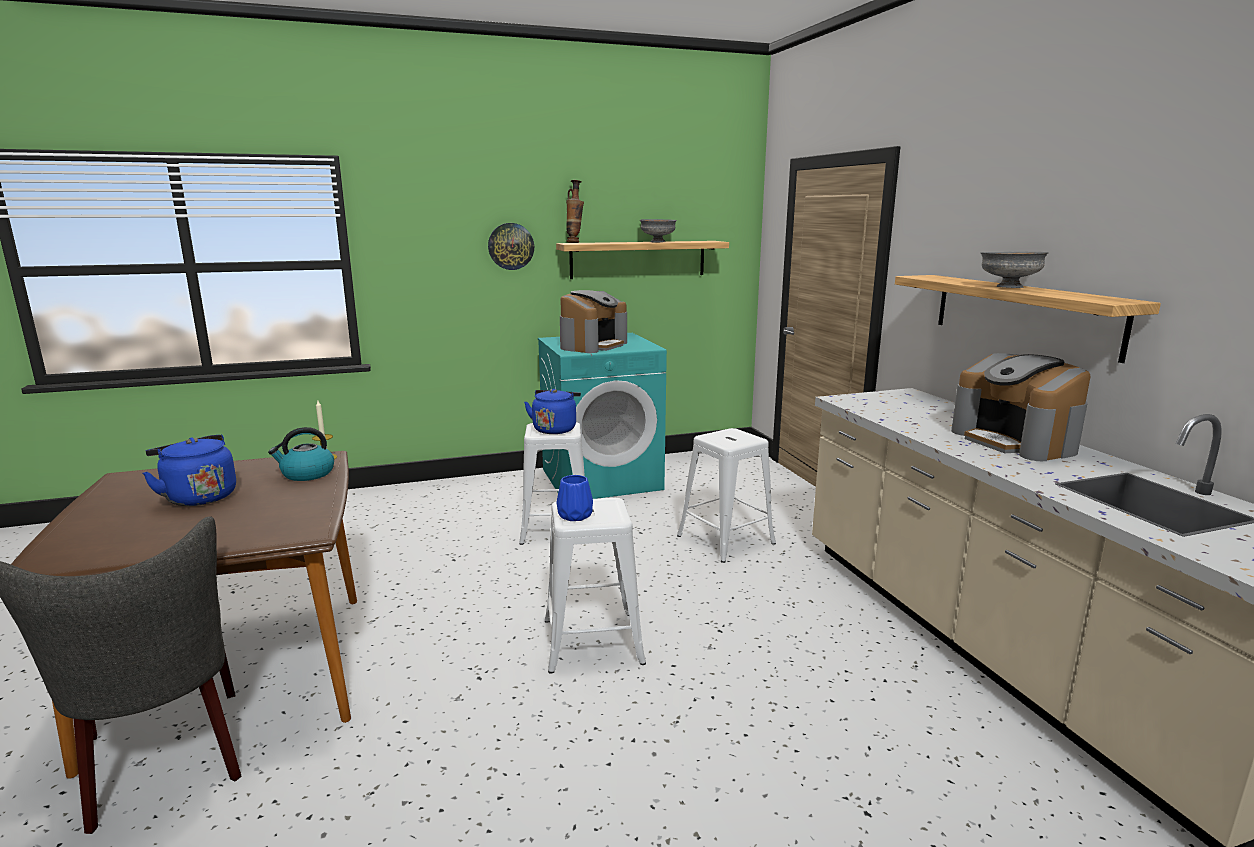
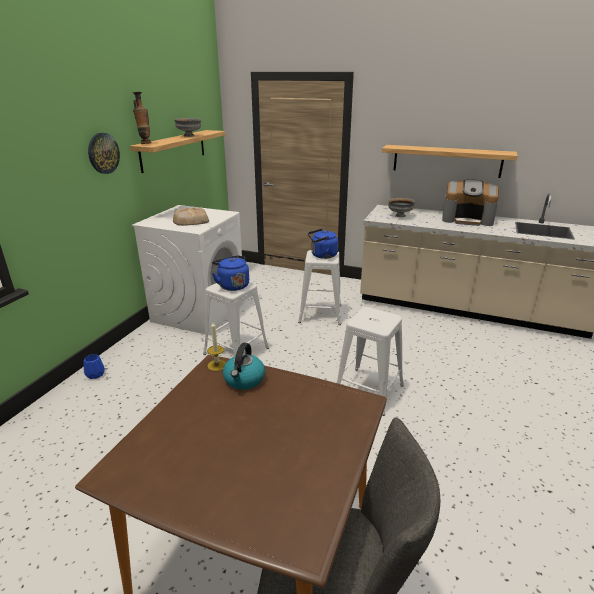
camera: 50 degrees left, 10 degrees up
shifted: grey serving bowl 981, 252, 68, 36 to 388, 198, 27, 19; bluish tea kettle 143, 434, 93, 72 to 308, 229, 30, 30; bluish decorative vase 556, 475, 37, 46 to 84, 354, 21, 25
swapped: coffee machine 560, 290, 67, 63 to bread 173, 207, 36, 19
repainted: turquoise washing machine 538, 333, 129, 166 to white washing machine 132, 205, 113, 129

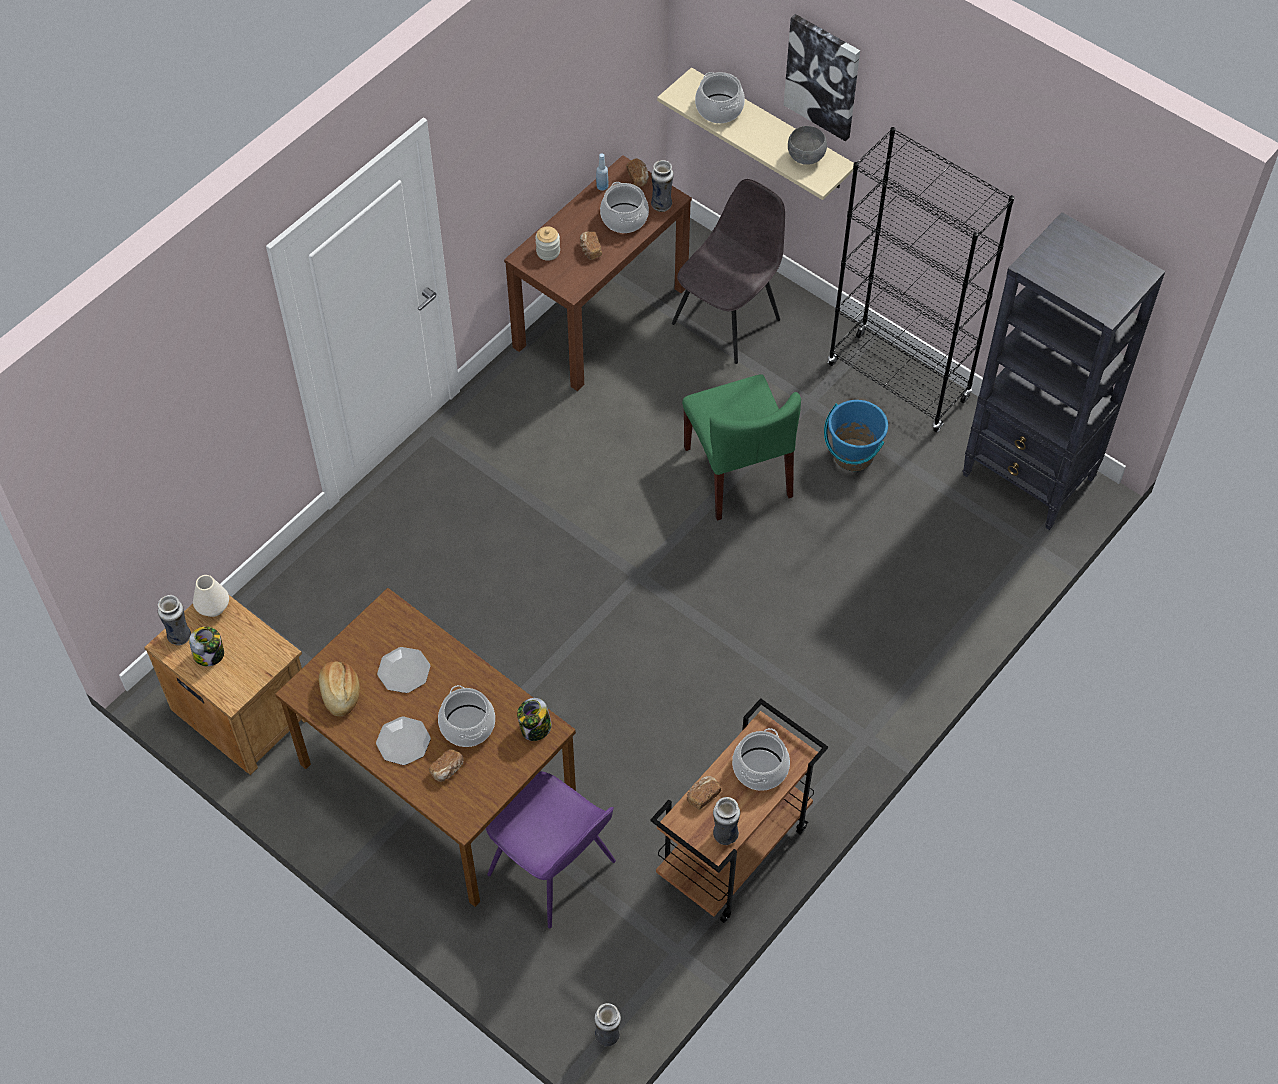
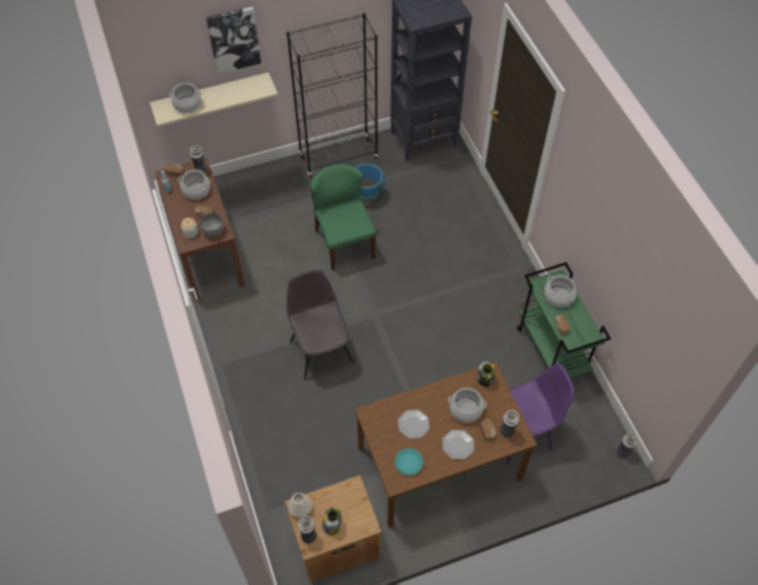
camera: 60 degrees left, 0 degrees up
shifted: grey serving bowl 788, 126, 39, 39 to 200, 213, 24, 24; grey plain chair 672, 179, 113, 185 to 287, 269, 67, 111; decorative vase 713, 797, 27, 48 to 500, 410, 19, 28
swapped: bread 319, 661, 41, 55 to turquoise flat dish 395, 448, 28, 27
repainted: brown-coloured wheeled cart 650, 698, 178, 225 to greenish wheeled cart 517, 262, 94, 117
rotated: greenish plain chair 682, 374, 119, 147 = 310, 164, 66, 107 120 degrees counterclockwise

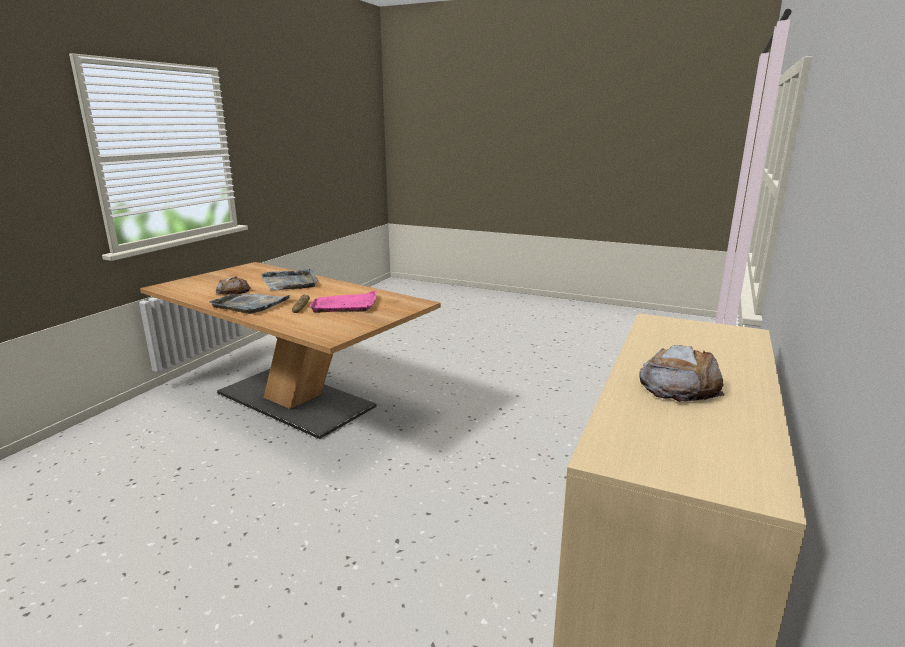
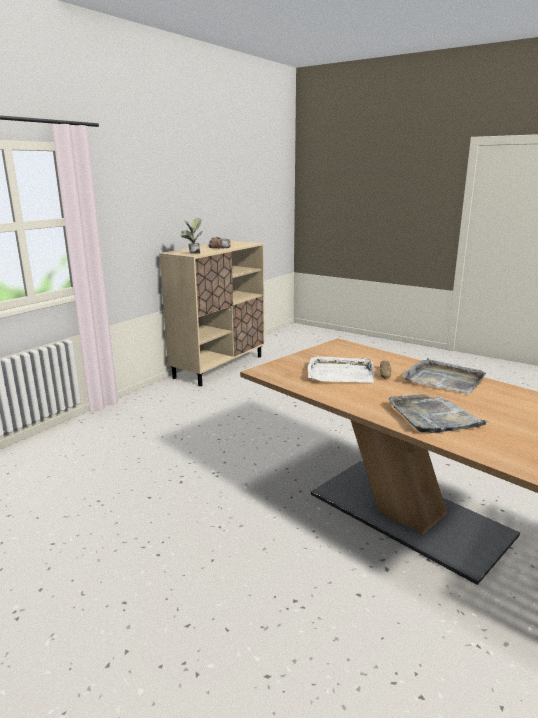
camera: 170 degrees left, 0 degrees up
gone: bread 216, 276, 35, 19
new: houseplant 180, 218, 23, 35
repainted: pink-coloured tray 310, 291, 66, 22 to white tray 308, 355, 66, 28

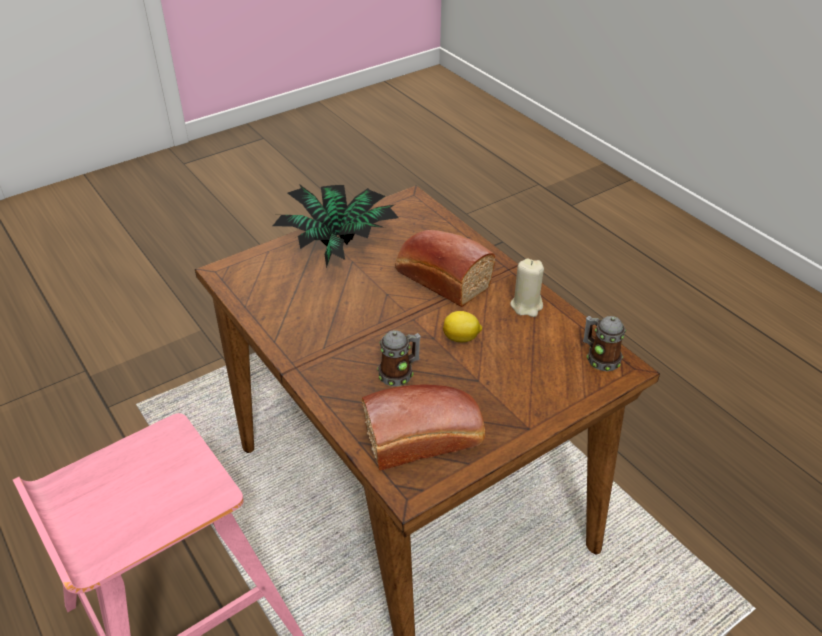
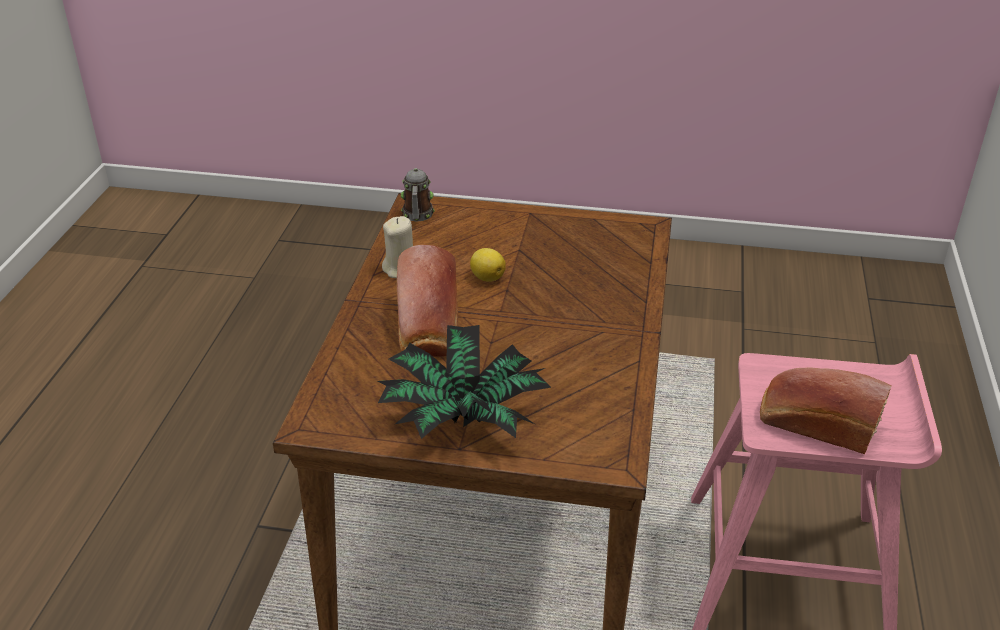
camera: 135 degrees left, 5 degrees down
gone: tea mug 377, 330, 44, 56
shifted: bread 362, 385, 123, 86 to 760, 368, 132, 86

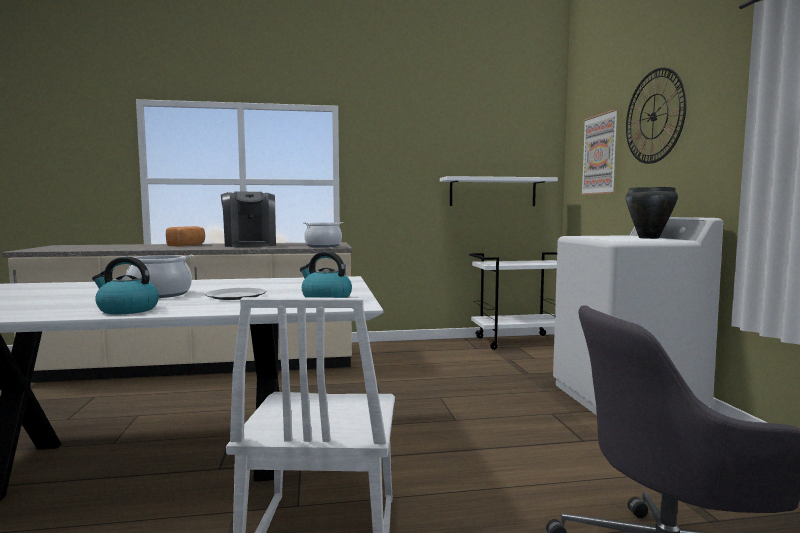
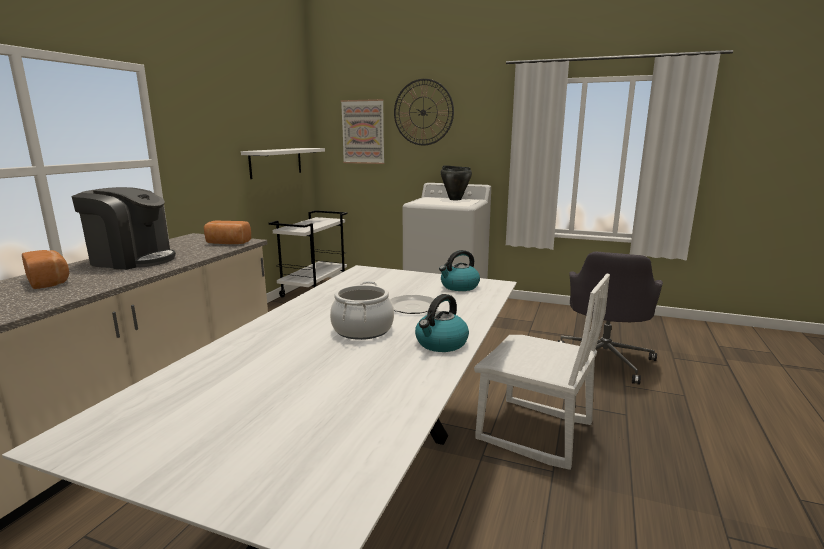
camera: 60 degrees left, 10 degrees up
swapped: cooking pot 303, 222, 40, 25 to bread 204, 220, 47, 24

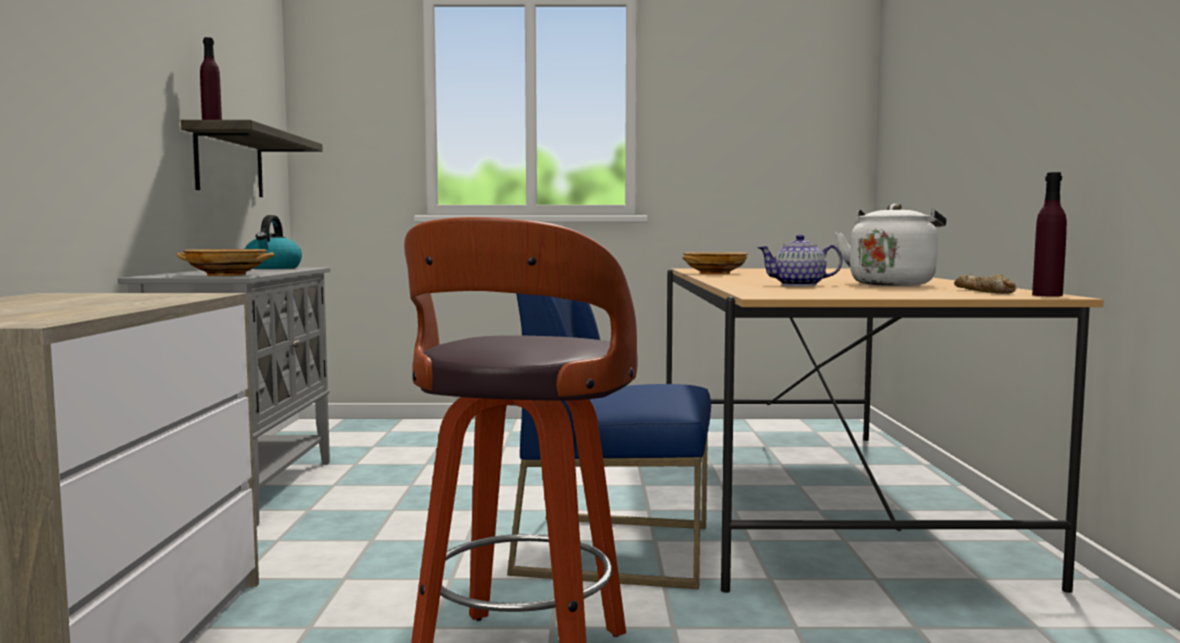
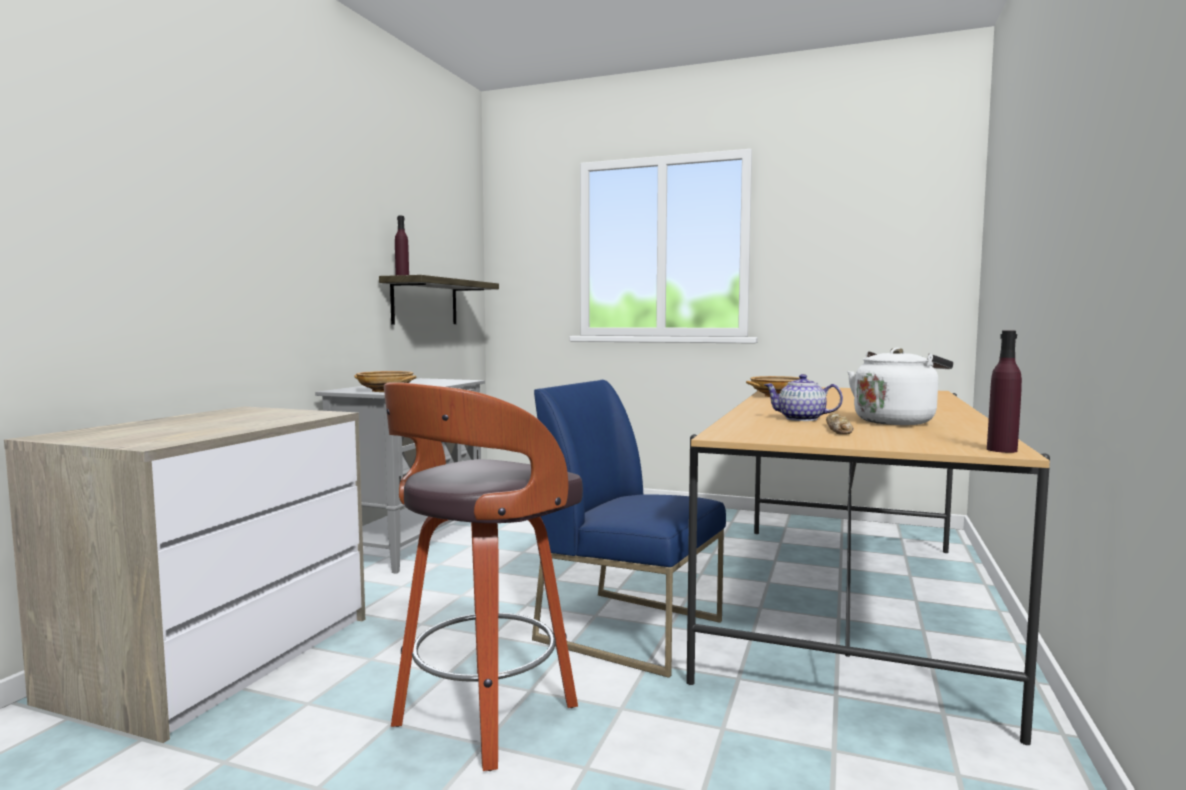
camera: 20 degrees right, 0 degrees up
gone: tea kettle 245, 215, 57, 54
shifted: bread 954, 274, 63, 20 to 826, 413, 28, 22

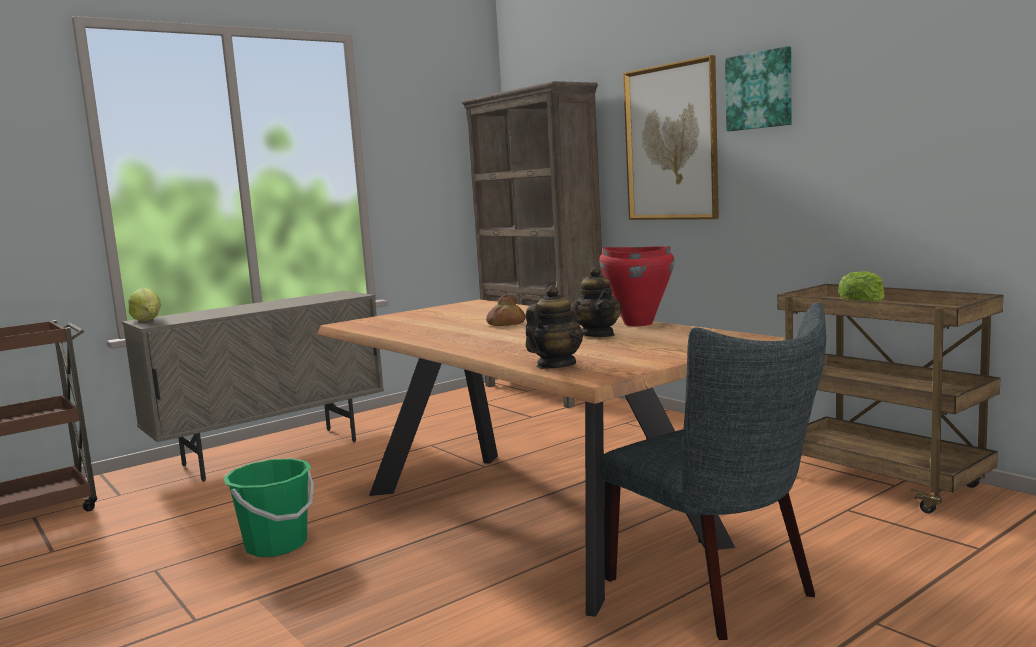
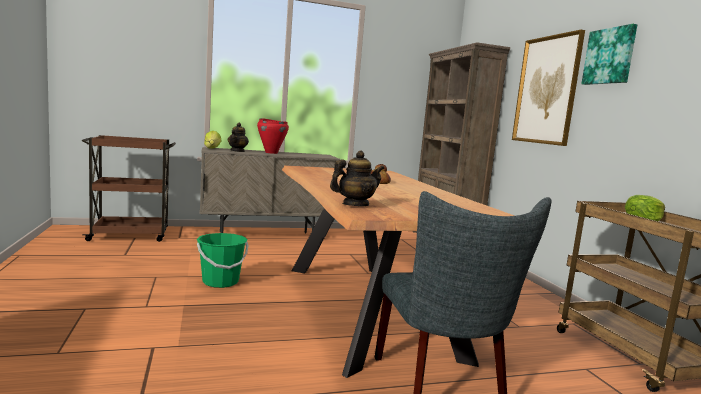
camera: 20 degrees right, 0 degrees up
shifted: red-coloured cooking pot 599, 246, 75, 80 to 257, 118, 32, 36; pot for tea 577, 267, 45, 70 to 228, 123, 21, 29

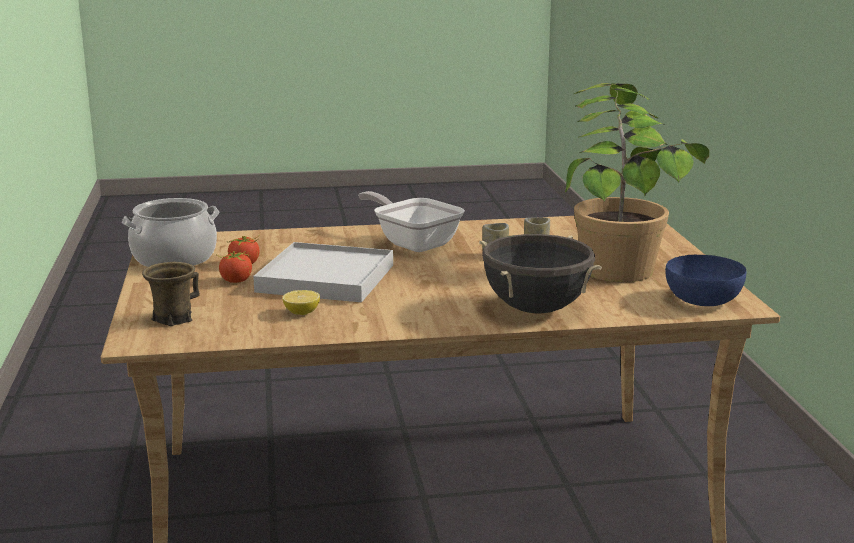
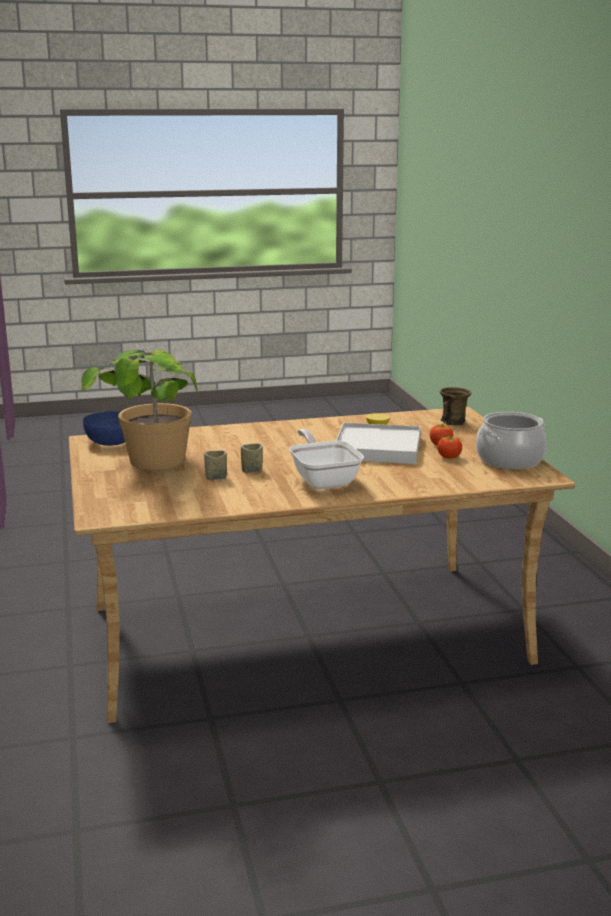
camera: 175 degrees right, 0 degrees up
gone: black-coloured cooking pot 479, 234, 123, 79
rotated: frying pan 358, 191, 107, 61 = 289, 429, 75, 61 150 degrees counterclockwise

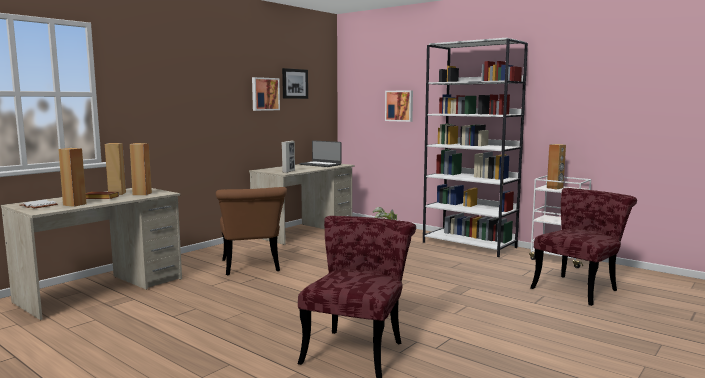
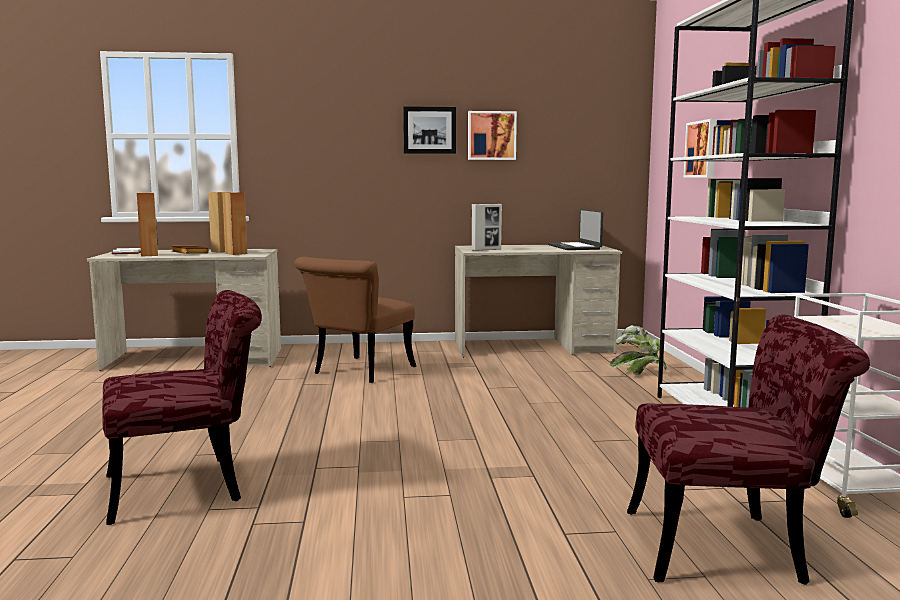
camera: 45 degrees right, 0 degrees up
gone: brown-coloured speaker 547, 144, 19, 45
shifted: wall picture 282, 68, 26, 31 to 403, 106, 53, 48

